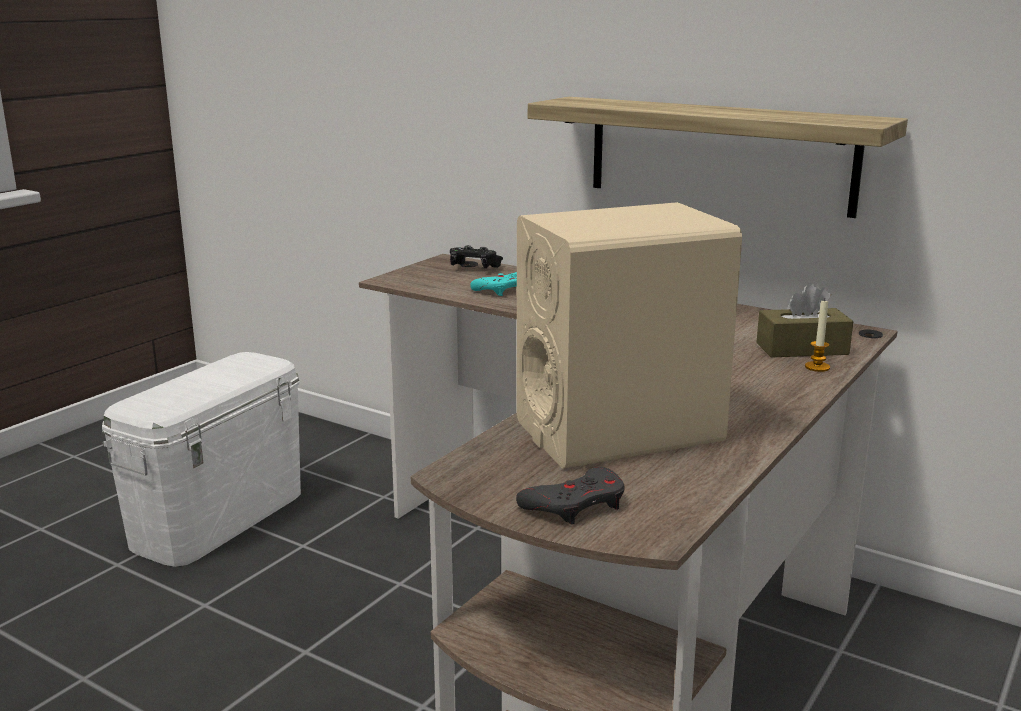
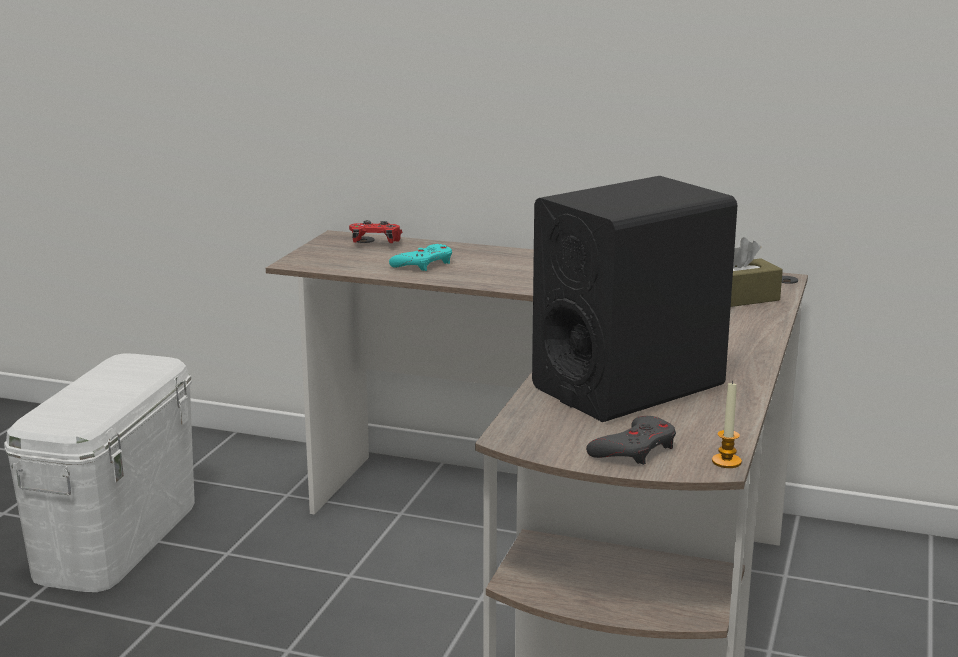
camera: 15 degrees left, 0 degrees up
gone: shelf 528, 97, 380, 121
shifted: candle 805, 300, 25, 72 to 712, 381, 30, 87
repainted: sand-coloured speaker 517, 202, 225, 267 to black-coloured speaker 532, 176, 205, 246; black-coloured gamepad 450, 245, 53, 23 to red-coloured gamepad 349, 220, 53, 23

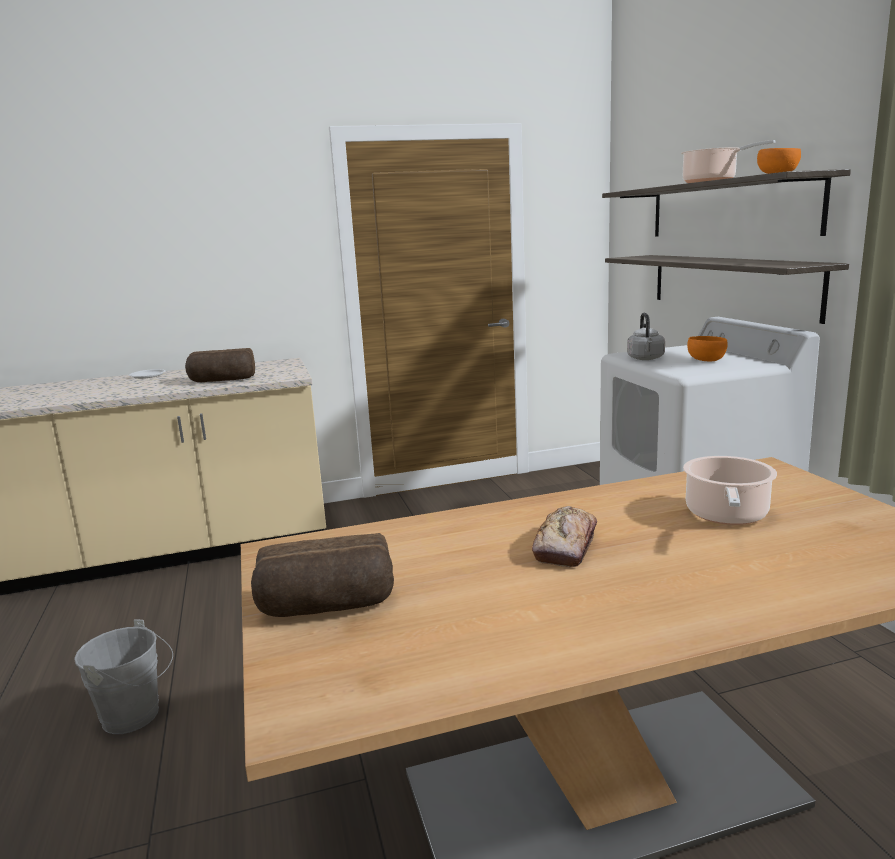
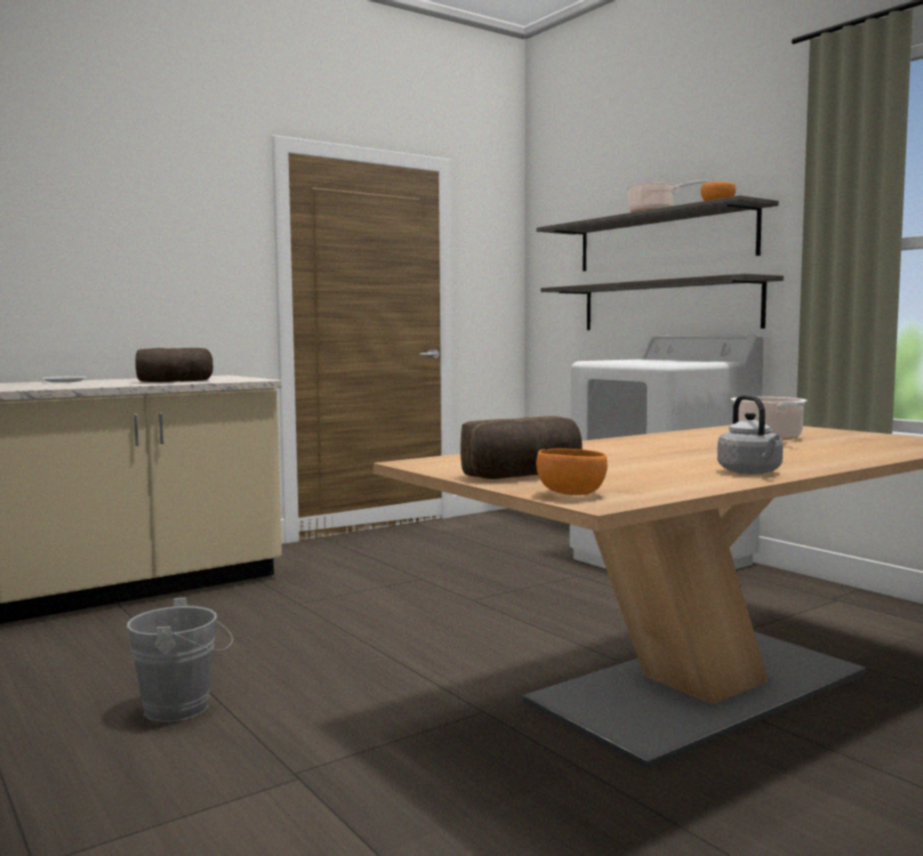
camera: 20 degrees left, 10 degrees down
gone: bread 532, 506, 65, 61
shifted: grey tea kettle 627, 313, 38, 47 to 717, 395, 66, 79; orange serving bowl 687, 336, 41, 26 to 536, 448, 72, 47

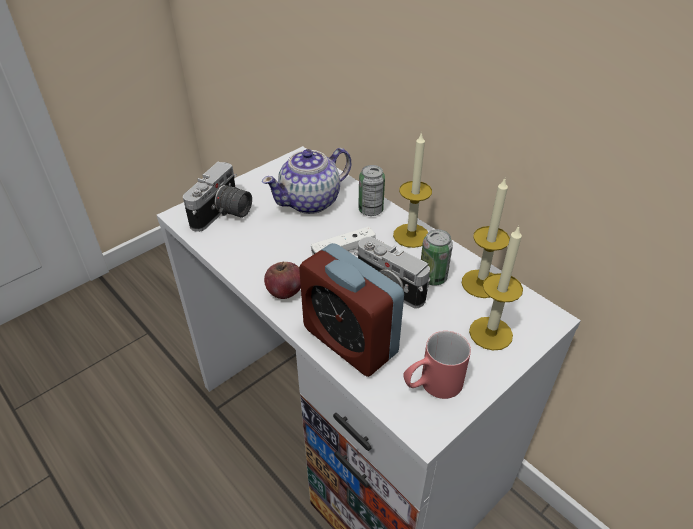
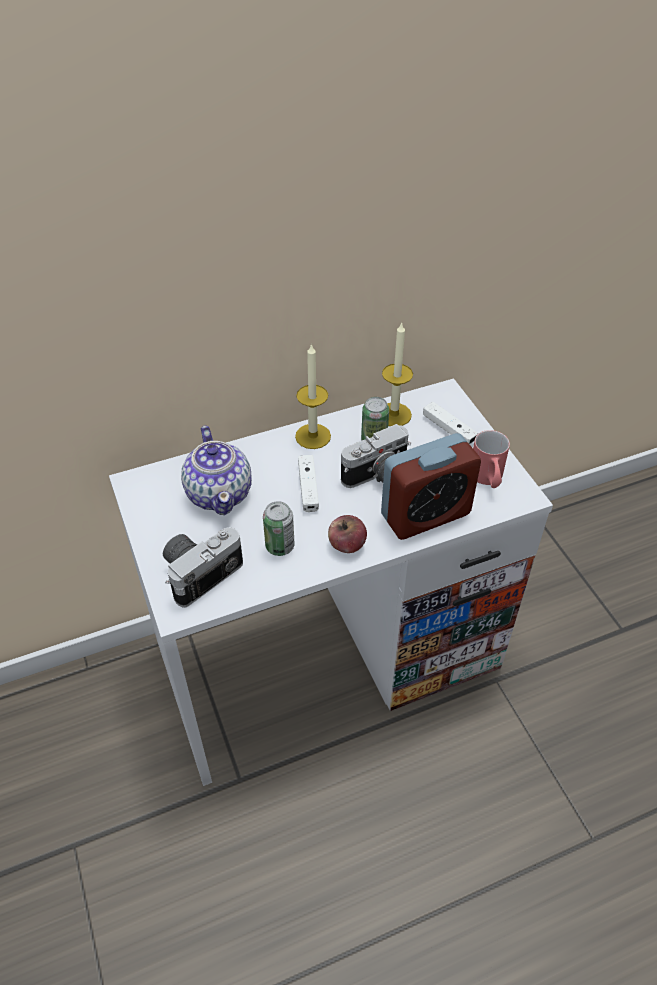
camera: 70 degrees left, 5 degrees up
shifted: sealed can 358, 165, 27, 51 to 263, 501, 32, 55
swapped: candle 469, 225, 54, 126 to white gamepad 423, 402, 55, 42
rotated: photo camera 183, 162, 69, 70 = 163, 527, 80, 81 90 degrees counterclockwise

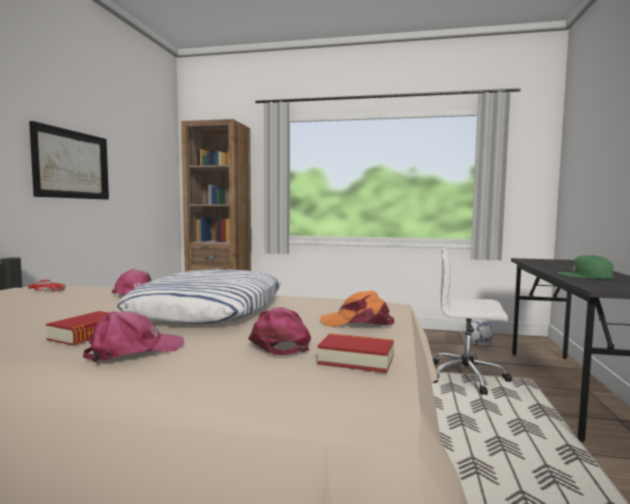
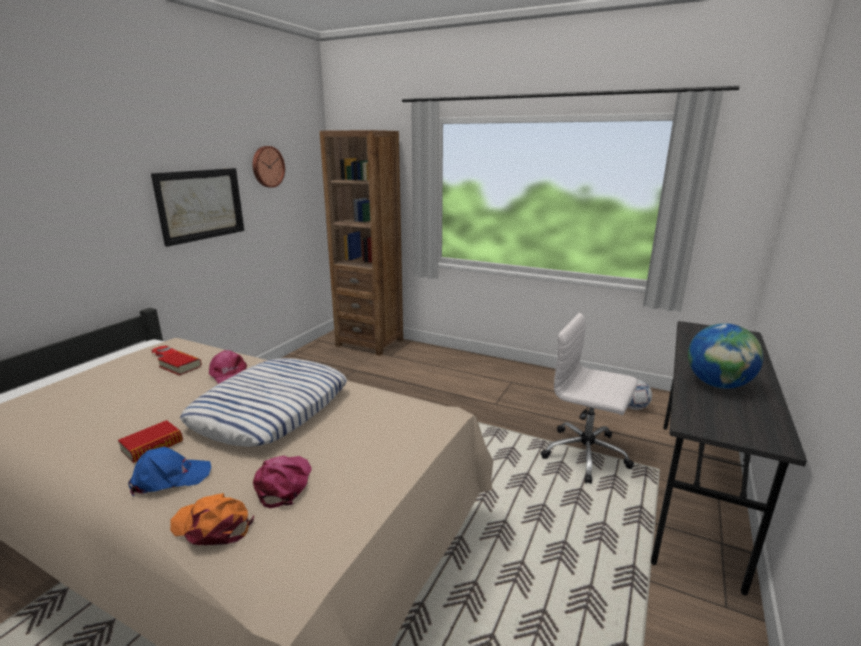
camera: 15 degrees right, 15 degrees up
new: wall clock 253, 146, 32, 42
shifted: orange baseball cap 320, 290, 74, 37 to 170, 493, 84, 52; book 317, 333, 77, 40 to 158, 351, 44, 25
swapped: greenish baseball cap 558, 255, 56, 24 to desk globe 688, 323, 75, 65
repainted: pink-coloured baseball cap 83, 311, 101, 52 to bluish baseball cap 128, 447, 83, 49

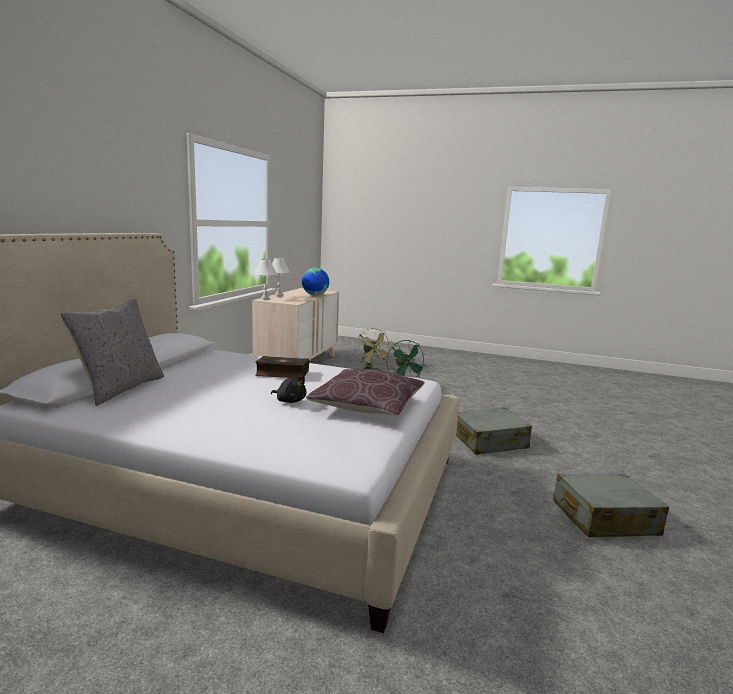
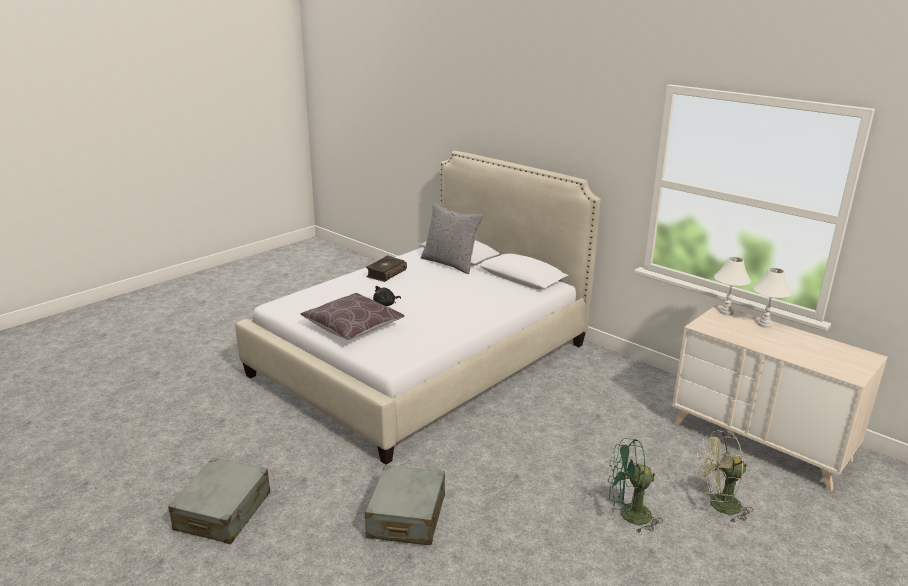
camera: 115 degrees right, 10 degrees up
gone: desk globe 302, 268, 27, 28
shifted: book 255, 356, 54, 22 to 366, 256, 41, 26

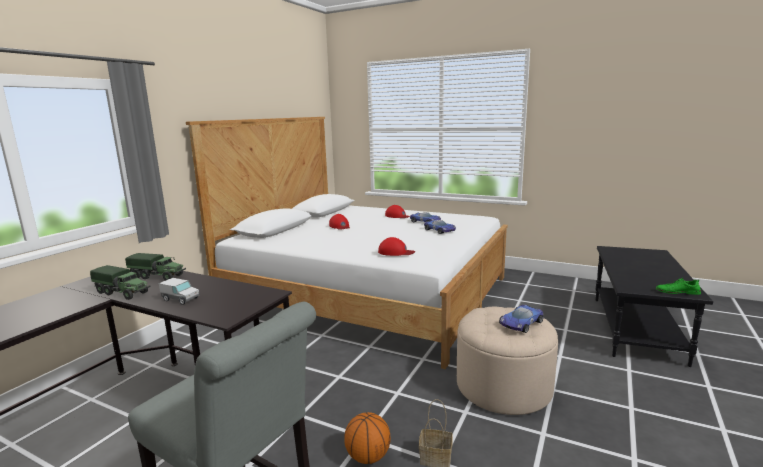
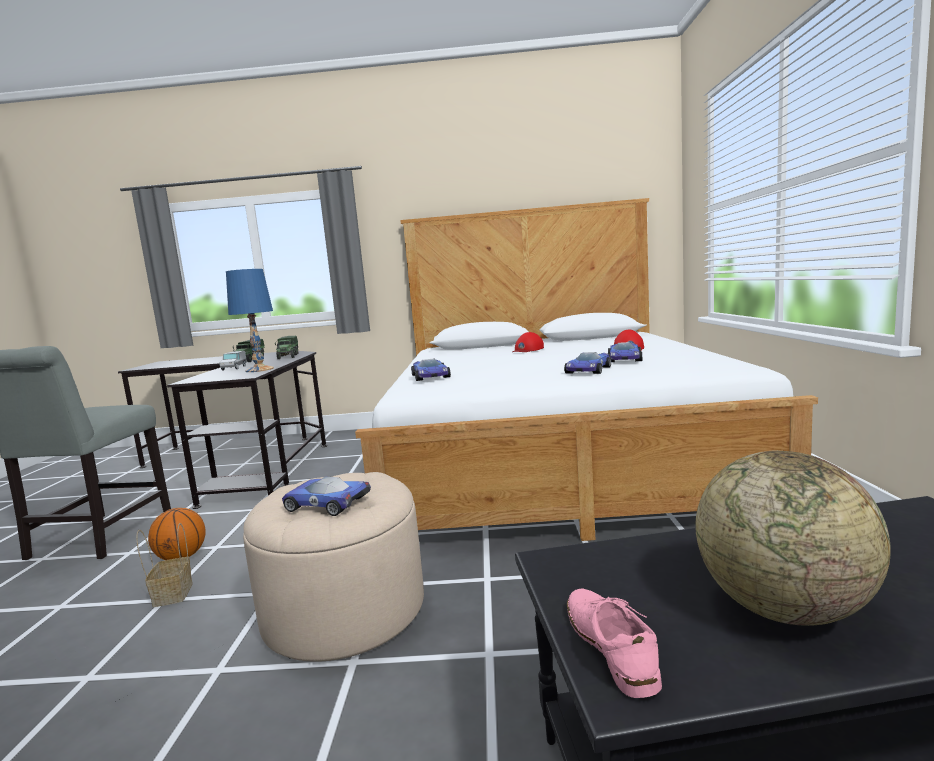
camera: 65 degrees right, 5 degrees down
new: bluish lamp for a table 226, 269, 48, 103; desk globe 695, 450, 196, 176
swapped: red-coloured baseball cap 378, 237, 37, 19 to toy car 411, 359, 40, 22
repainted: greenish low shoe 656, 278, 45, 17 to pink-coloured low shoe 567, 589, 95, 109

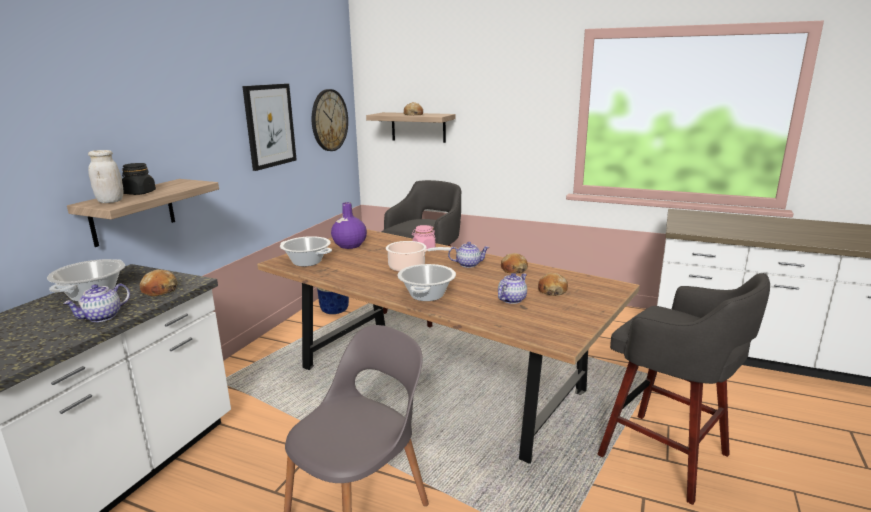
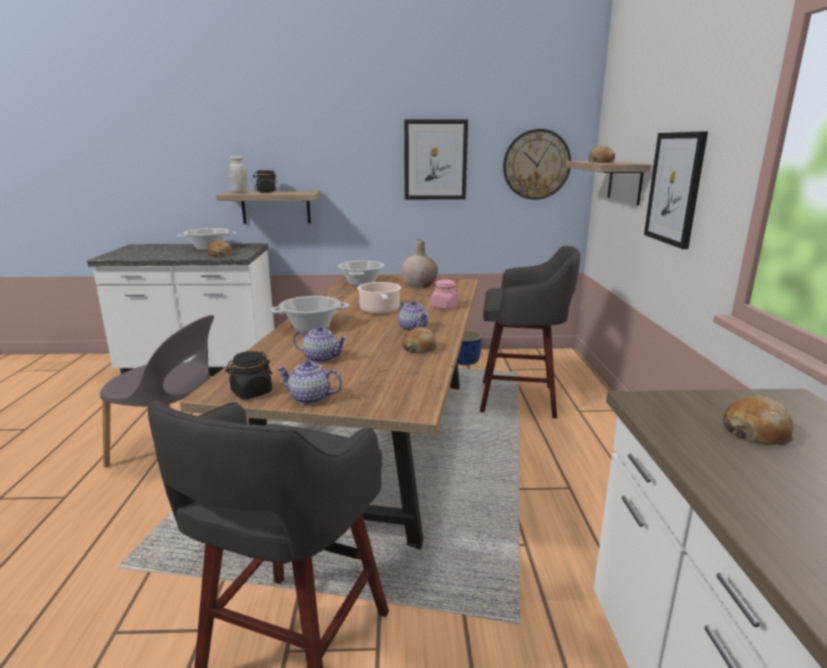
camera: 65 degrees right, 0 degrees up
new: wall picture 644, 131, 64, 118; black-coloured storage jar 225, 351, 47, 48
shifted: bread 538, 273, 30, 23 to 723, 396, 71, 49; pot for tea 63, 283, 67, 39 to 276, 360, 66, 44
repainted: purplish decorative vase 331, 202, 36, 47 to sand-coloured decorative vase 401, 240, 37, 48

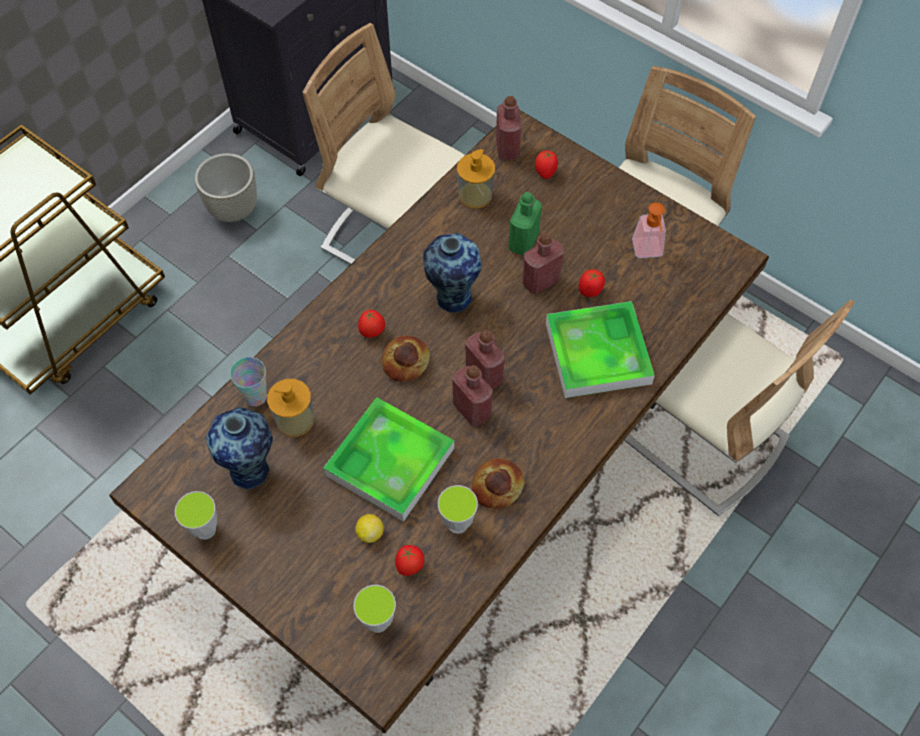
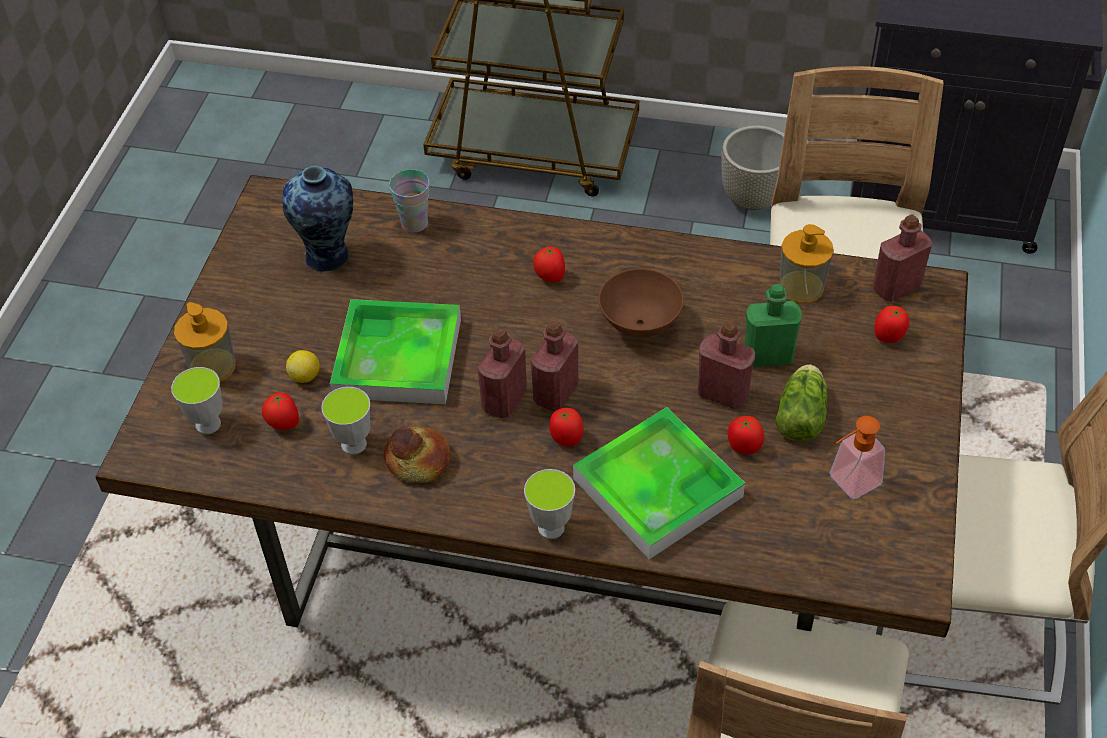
camera: 65 degrees right, 10 degrees down
gone: bread 382, 335, 48, 47
new: lettuce head 775, 364, 53, 78; whole tomato 549, 408, 35, 39
shifted: soap bottle 267, 379, 47, 58 to 174, 302, 62, 80; small cup 175, 491, 43, 49 to 524, 469, 51, 70
swapped: decorative vase 423, 233, 58, 80 to brown-coloured serving bowl 599, 268, 85, 70

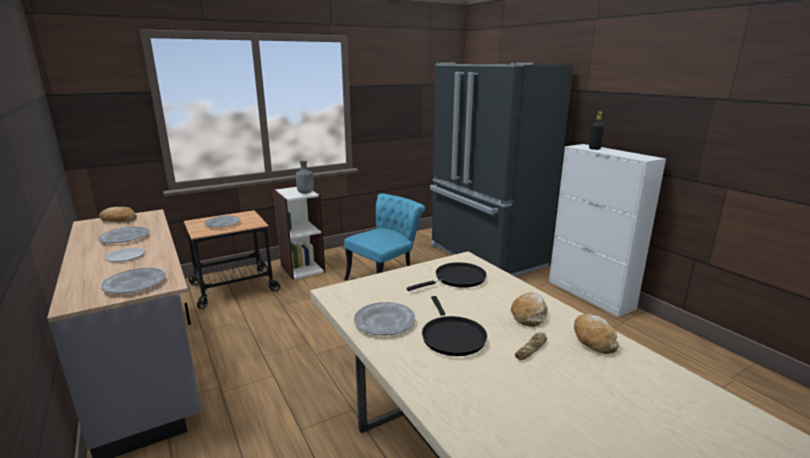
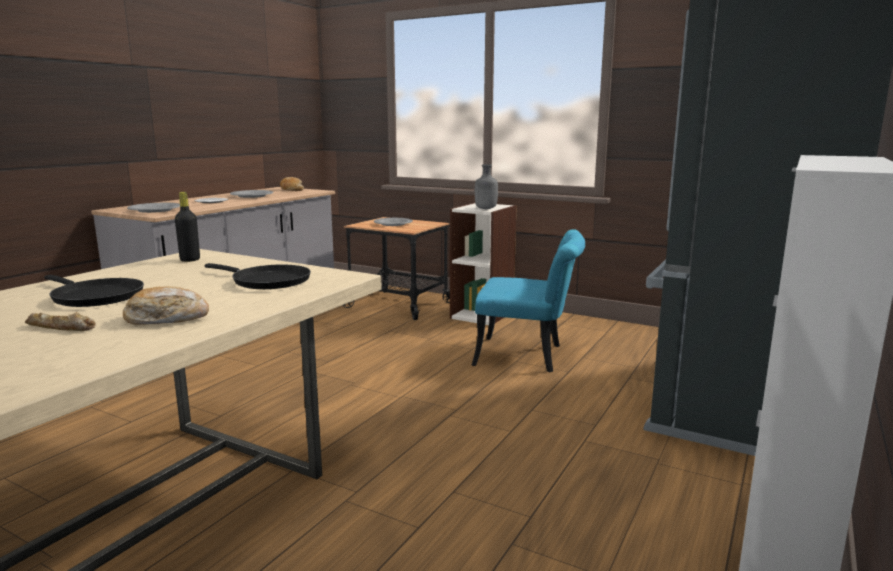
camera: 60 degrees right, 5 degrees down
gone: grey flat dish 354, 302, 61, 33; bread 574, 314, 45, 40
shifted: black-coloured drink bottle 589, 112, 15, 38 to 175, 192, 25, 70
rotated: black-coloured frying pan 422, 296, 65, 60 = 45, 275, 99, 32 105 degrees counterclockwise

